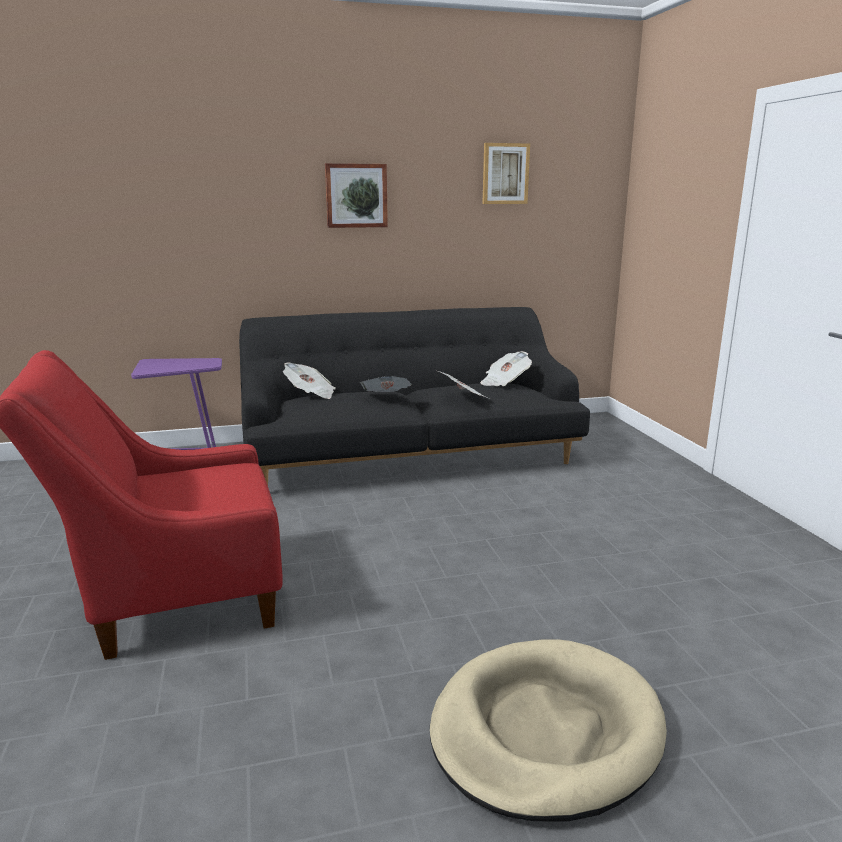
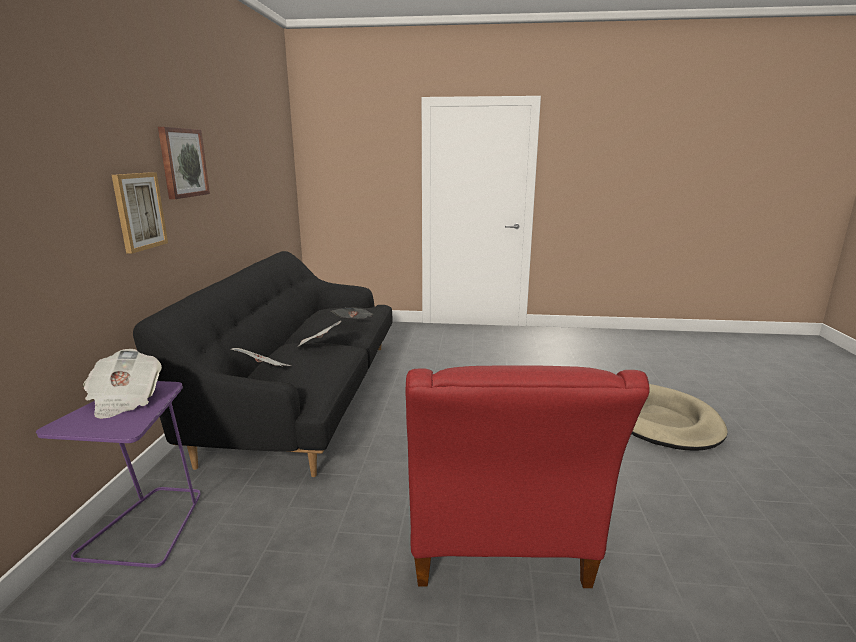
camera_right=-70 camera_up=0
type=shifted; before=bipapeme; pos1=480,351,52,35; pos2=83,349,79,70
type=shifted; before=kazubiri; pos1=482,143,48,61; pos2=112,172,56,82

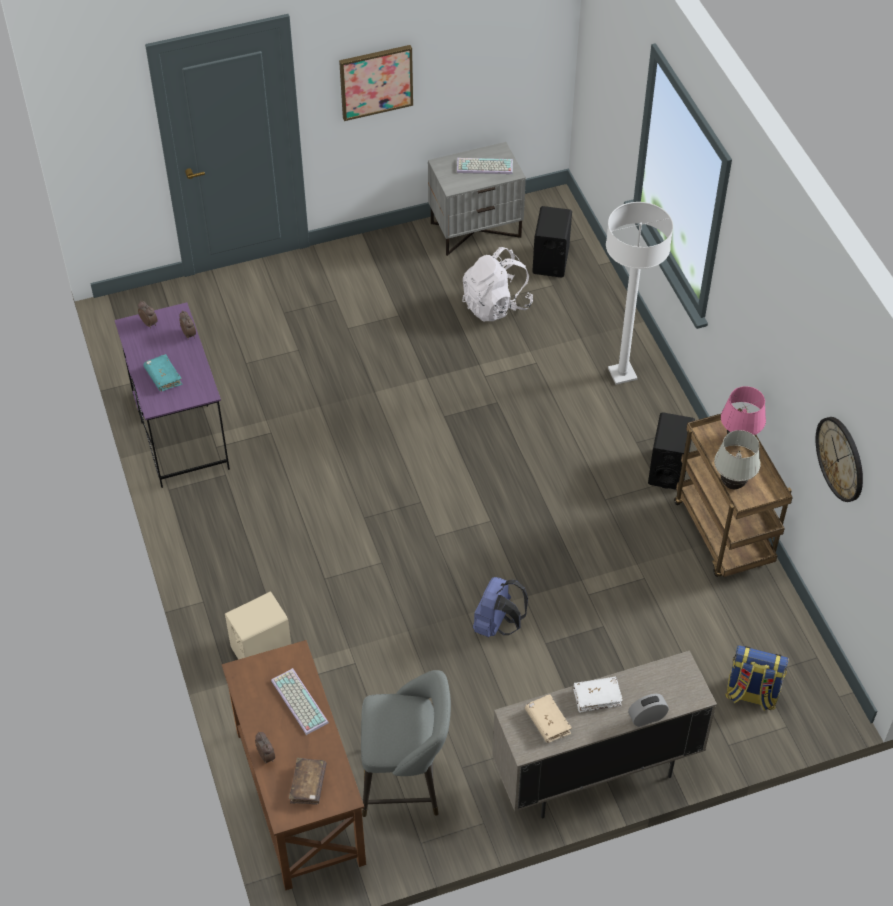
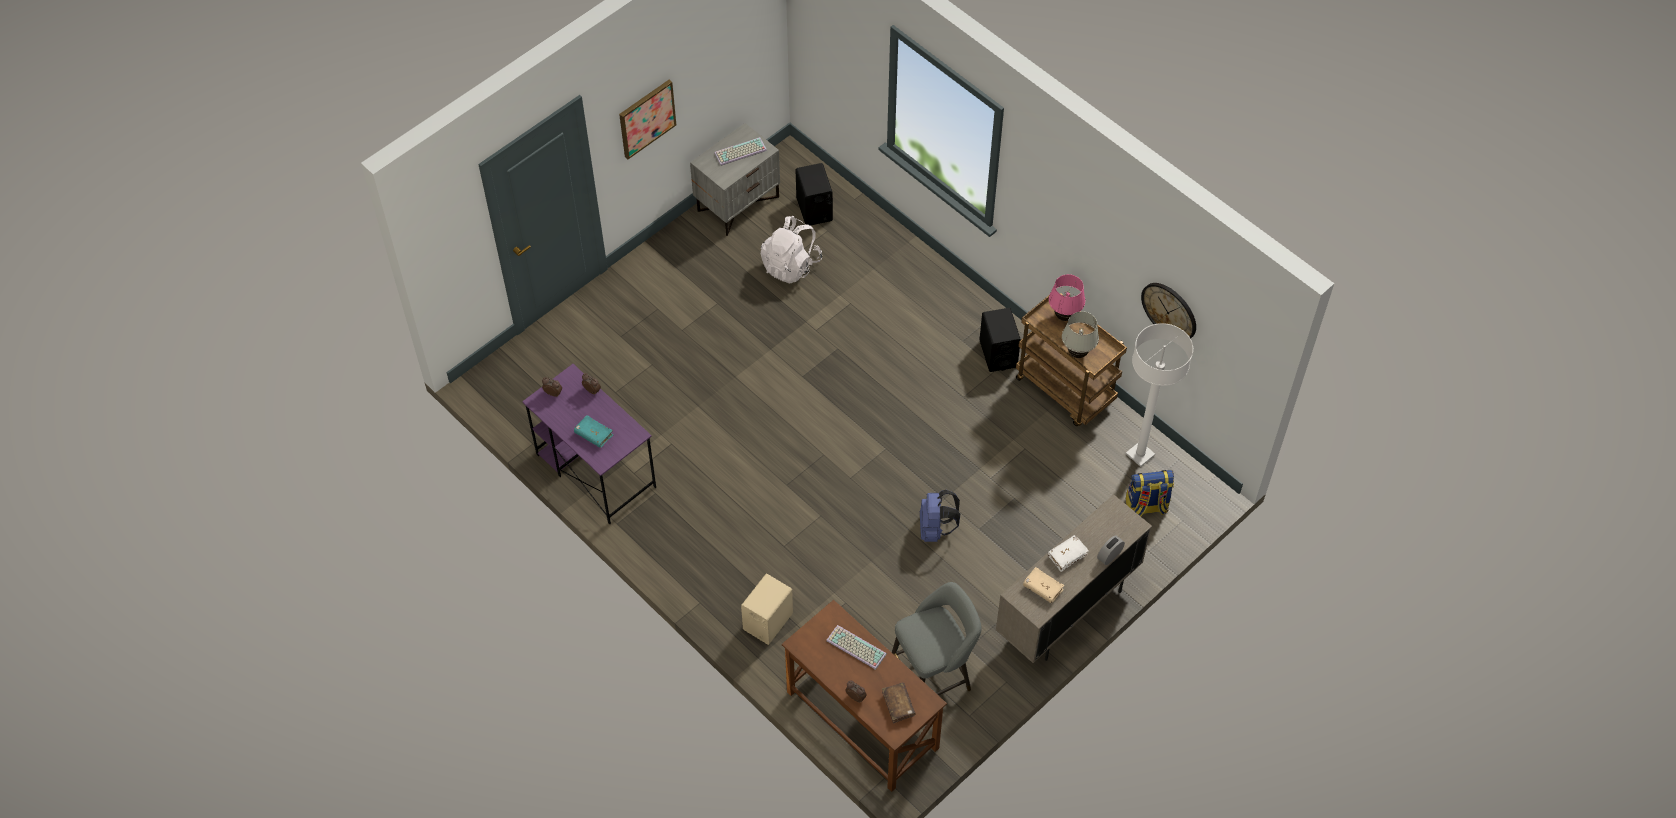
camera_right=-25 camera_up=5
type=shifted; before=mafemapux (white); pos1=606,202,67,183; pos2=1126,323,67,144

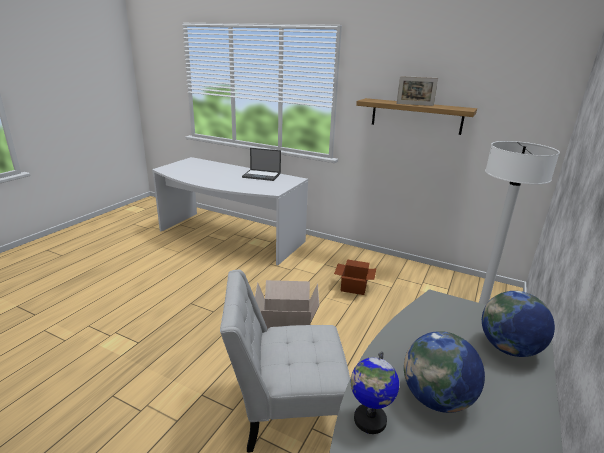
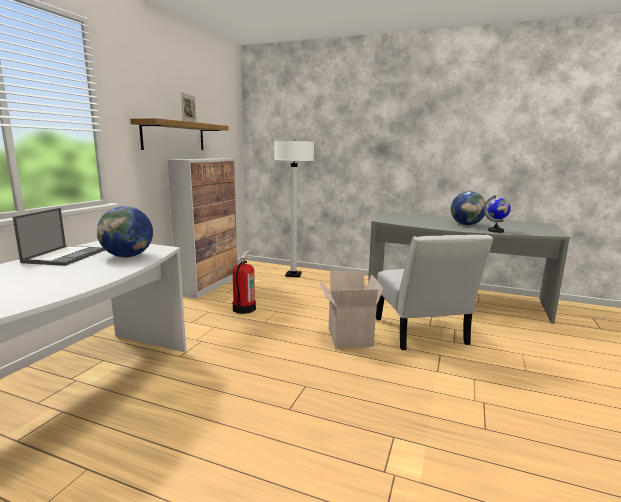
camera_right=-95 camera_up=-10
type=shifted; before=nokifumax; pos1=482,291,73,66; pos2=97,206,56,51
type=new; after=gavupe; pos2=167,158,71,141
type=swapped; before=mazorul; after=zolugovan; pos1=334,259,42,36; pos2=232,251,24,63

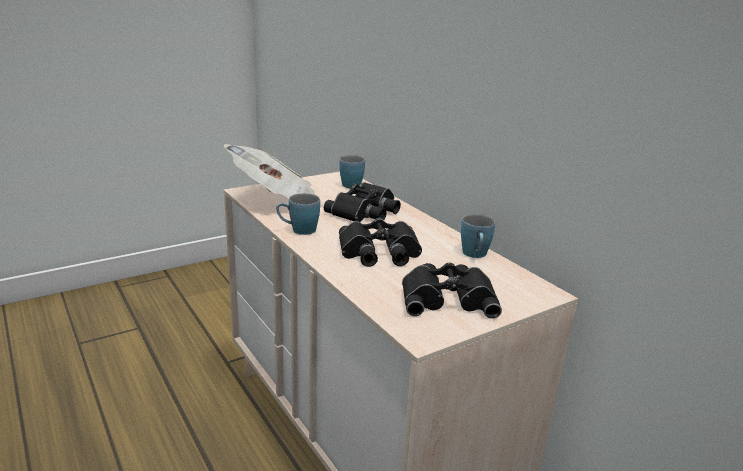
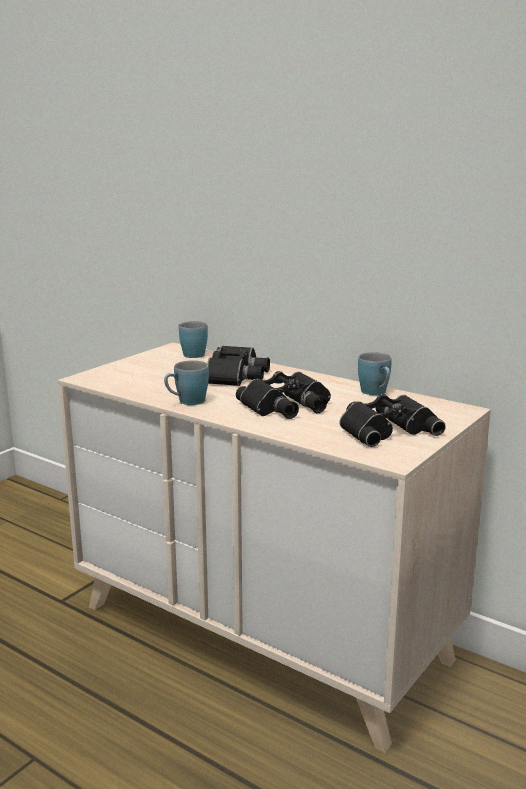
camera_right=-20 camera_up=-5
type=gone; before=bipapeme; pos1=224,144,99,62

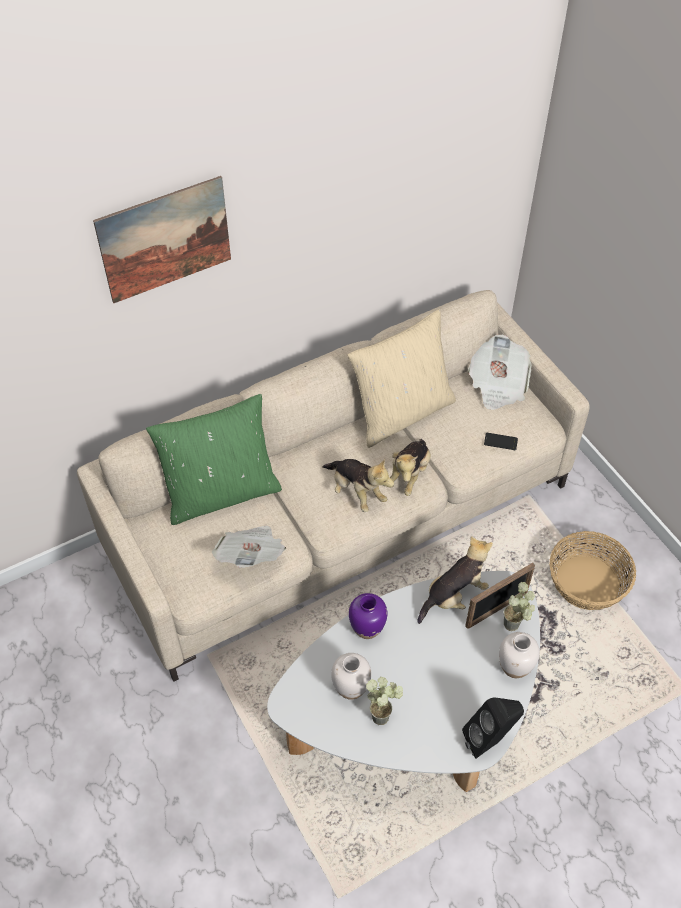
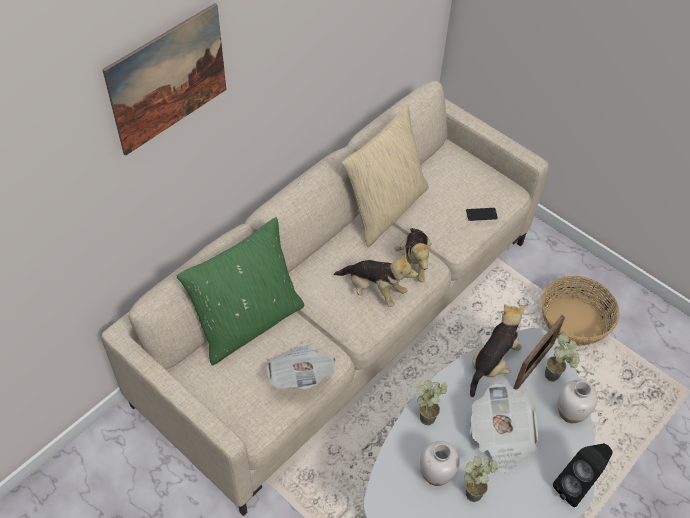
camera_right=-20 camera_up=0
type=swapped; before=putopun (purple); after=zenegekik; pos1=349,593,38,46; pos2=417,380,30,45
type=shifted; before=bipapeme; pos1=468,335,64,75; pos2=470,383,68,91

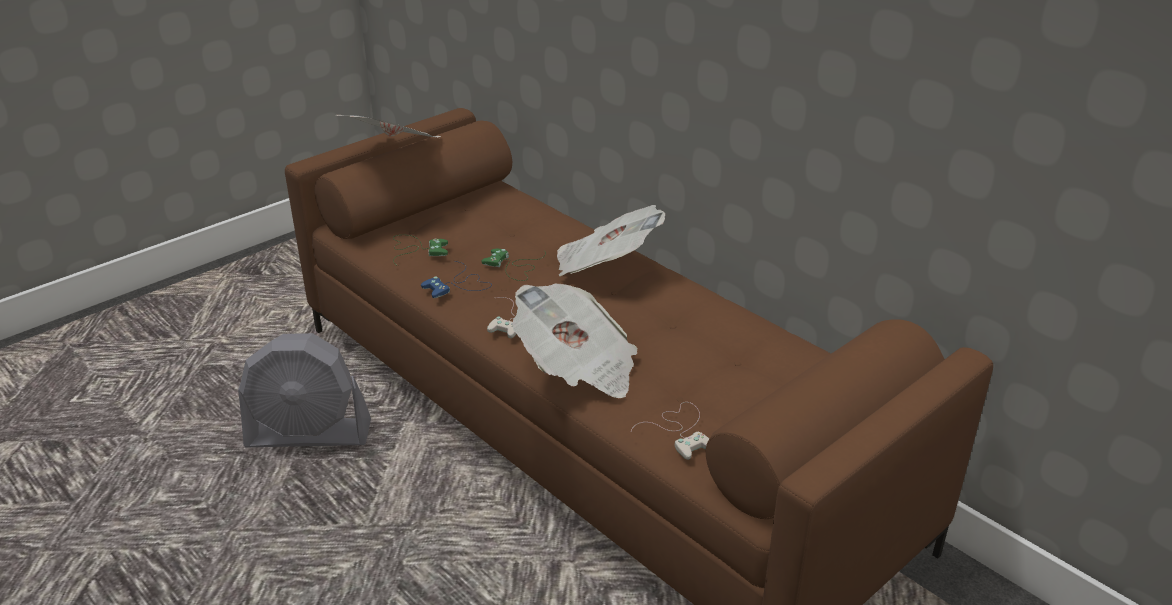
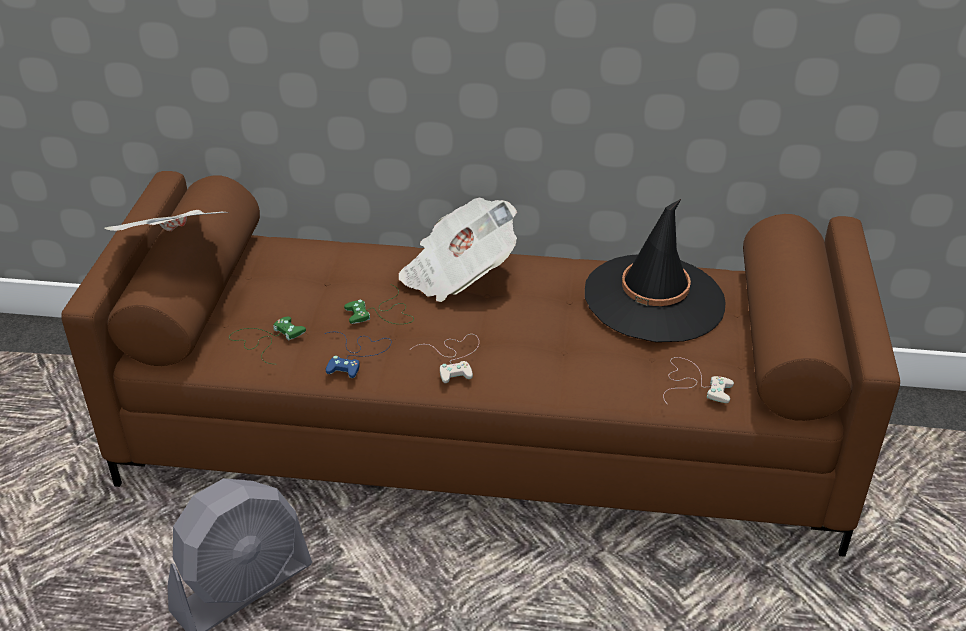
camera_right=-40 camera_up=5
type=new; after=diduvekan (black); pos2=585,199,141,143
type=gone; before=bipapeme; pos1=512,283,126,115

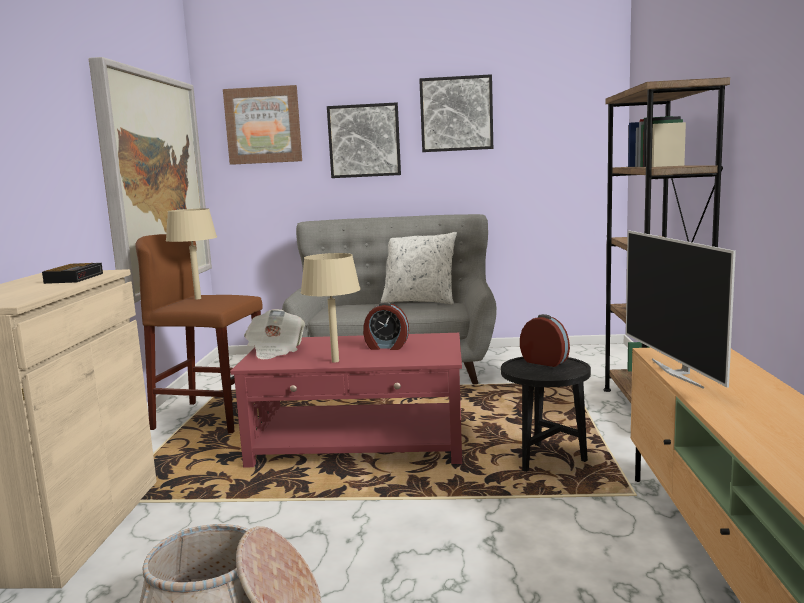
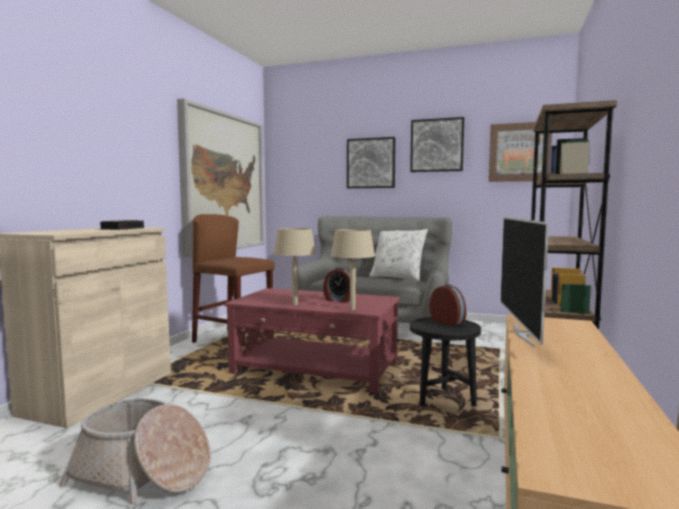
camera_right=15 camera_up=-5
type=shifted; before=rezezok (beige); pos1=166,208,51,91; pos2=331,229,44,81
type=shifted; before=kazubiri; pos1=223,85,79,80; pos2=489,122,63,60
type=gone; before=bipapeme; pos1=244,309,61,50

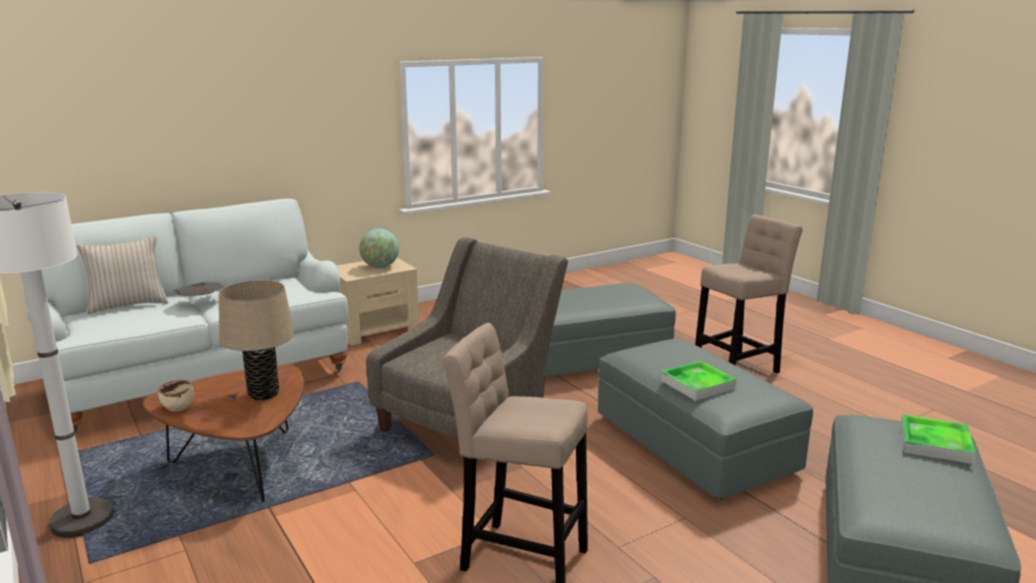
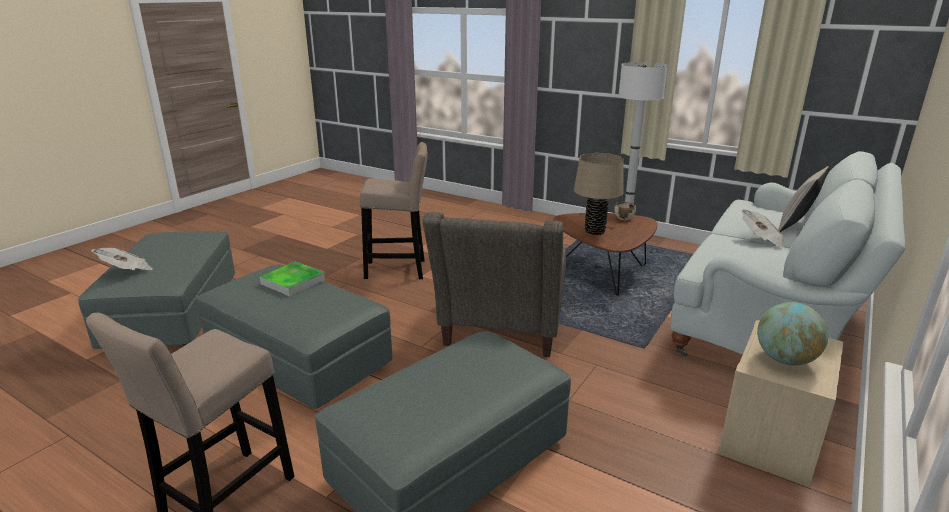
camera_right=155 camera_up=5
type=swapped; before=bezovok; after=bipapeme; pos1=900,414,76,50; pos2=92,248,61,22

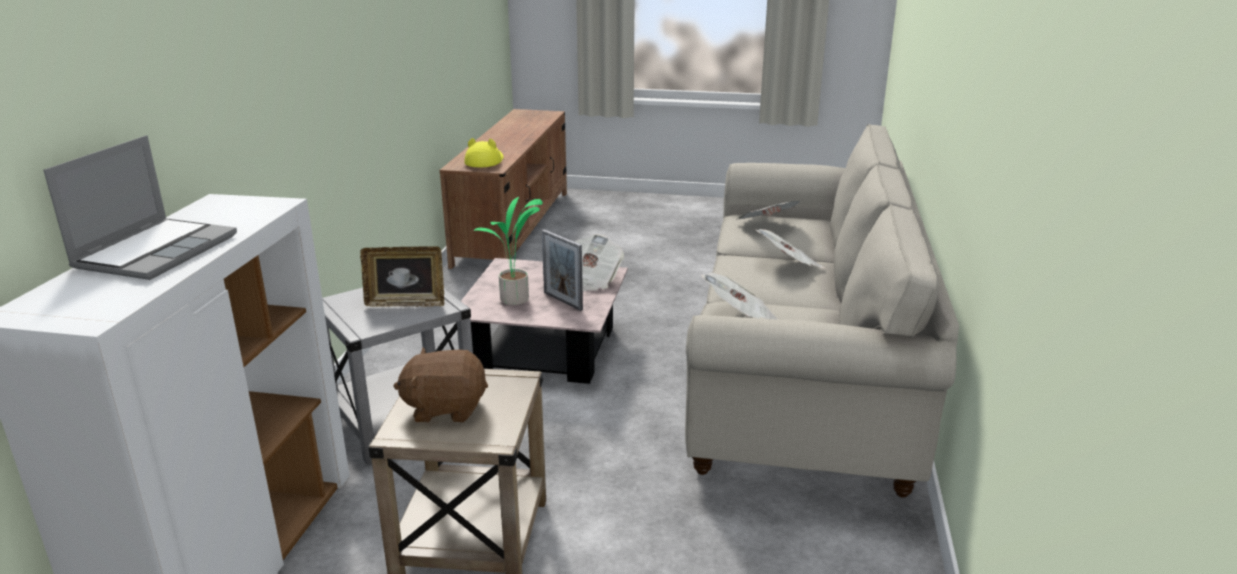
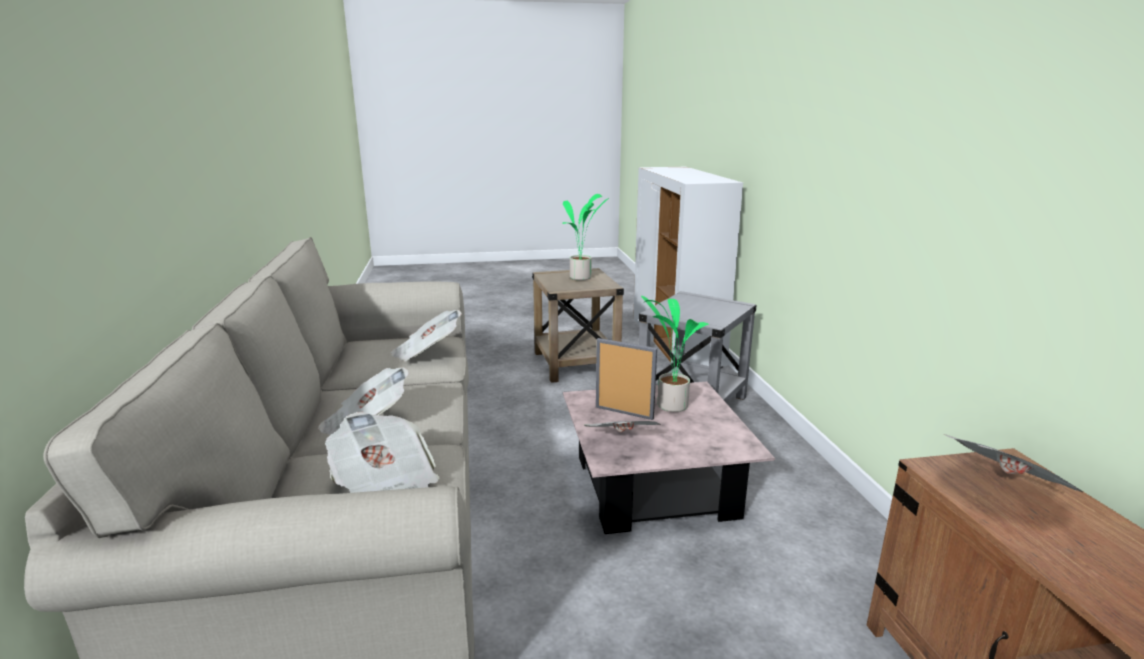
camera_right=160 camera_up=-5
type=swapped; before=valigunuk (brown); after=zenegekik; pos1=394,347,94,76; pos2=562,194,47,86
type=swapped; before=diduvekan (yellow); after=bipapeme; pos1=464,138,40,29; pos2=944,434,139,58
type=gone; before=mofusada; pos1=43,135,194,145
type=gone; before=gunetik; pos1=360,246,84,61

